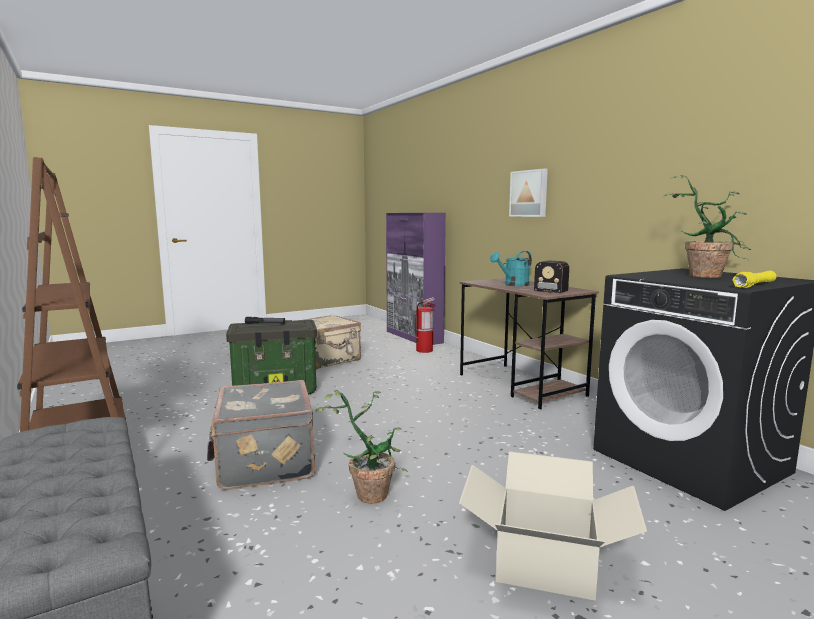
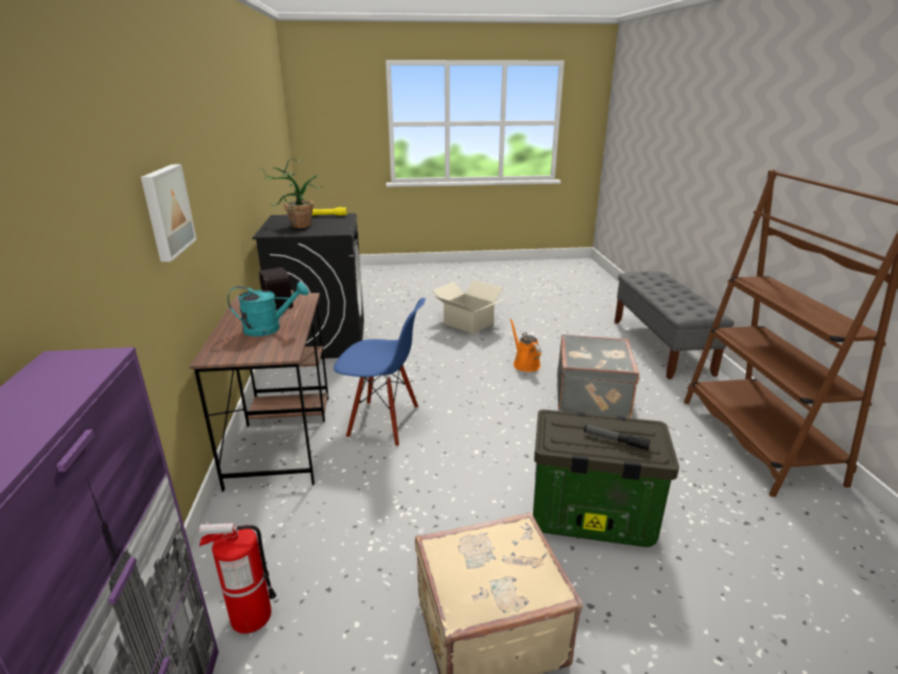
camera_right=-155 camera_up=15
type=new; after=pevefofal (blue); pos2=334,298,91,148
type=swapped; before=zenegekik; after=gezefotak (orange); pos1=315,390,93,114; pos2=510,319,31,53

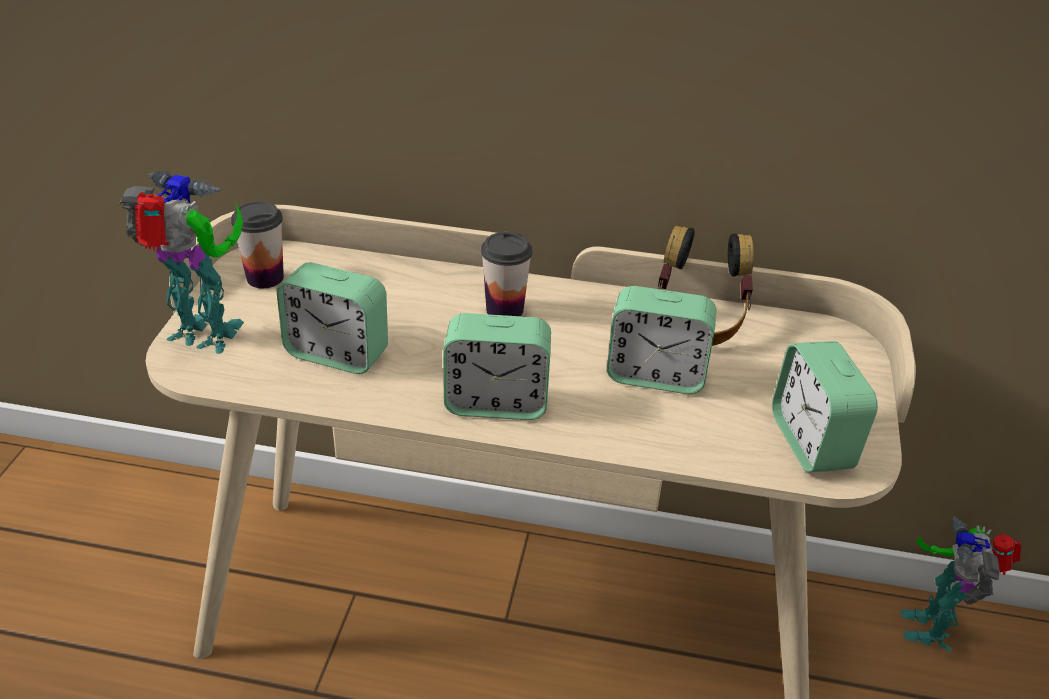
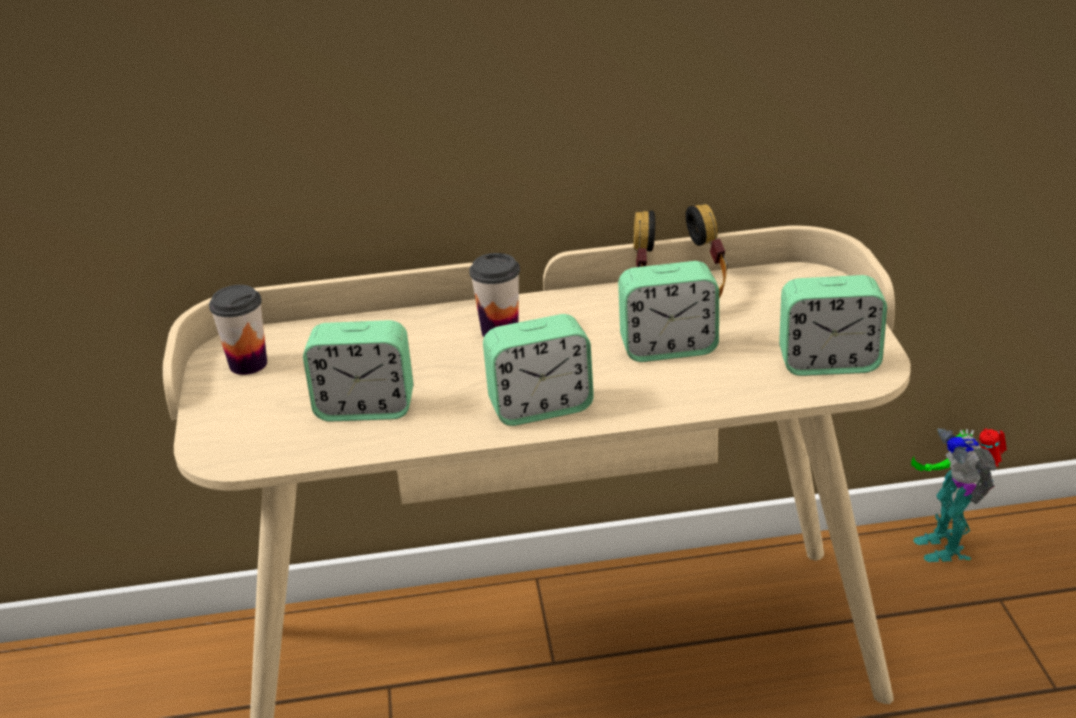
camera_right=-15 camera_up=-5
type=rotated; before=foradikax; pos1=772,341,106,131; pos2=779,275,108,101; turn=-60
type=gone; before=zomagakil; pos1=119,170,125,184

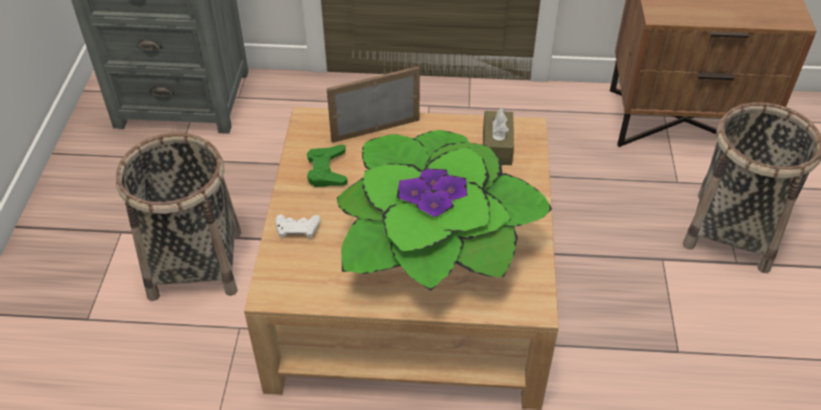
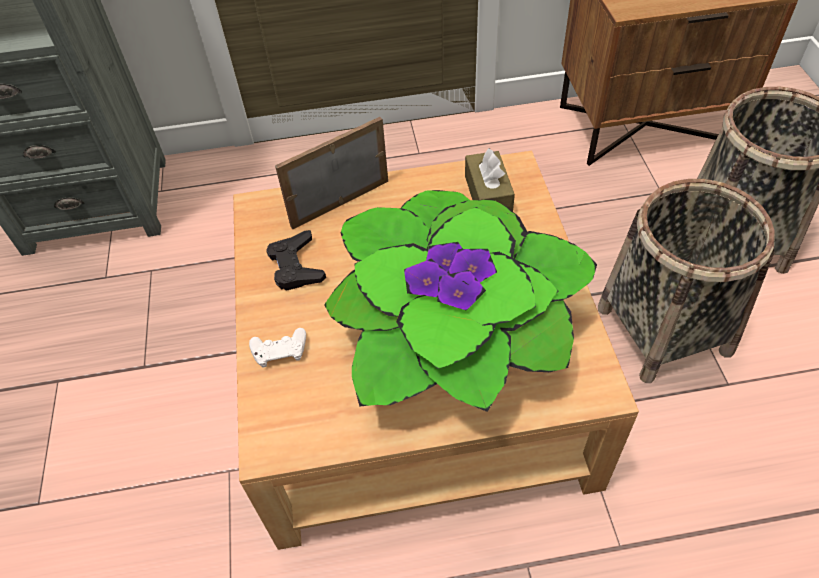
camera_right=-10 camera_up=5
type=repainted; before=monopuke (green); after=monopuke (black); pos1=307,145,41,42; pos2=266,230,60,61
type=shifted; before=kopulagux; pos1=116,133,125,168; pos2=598,179,177,204

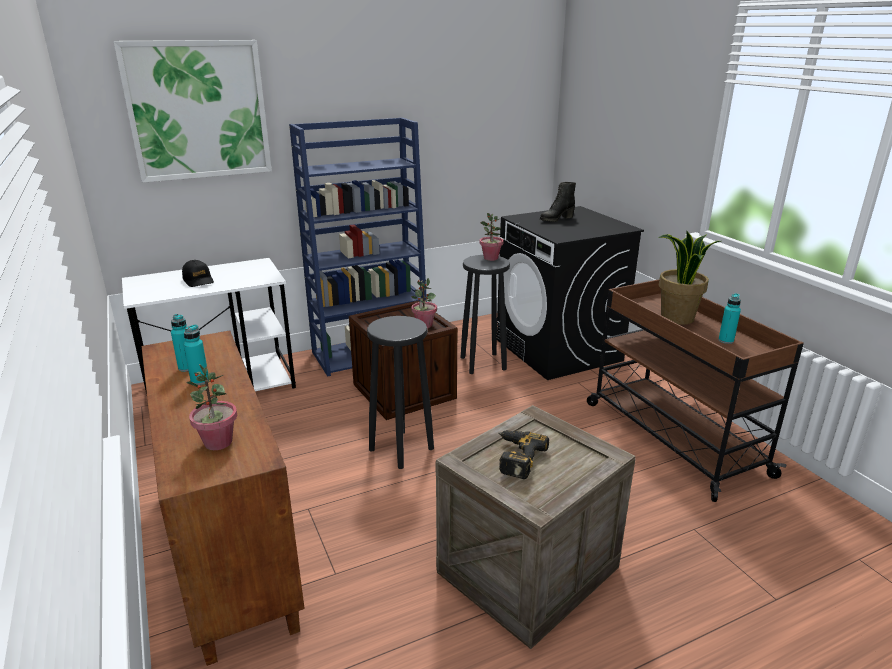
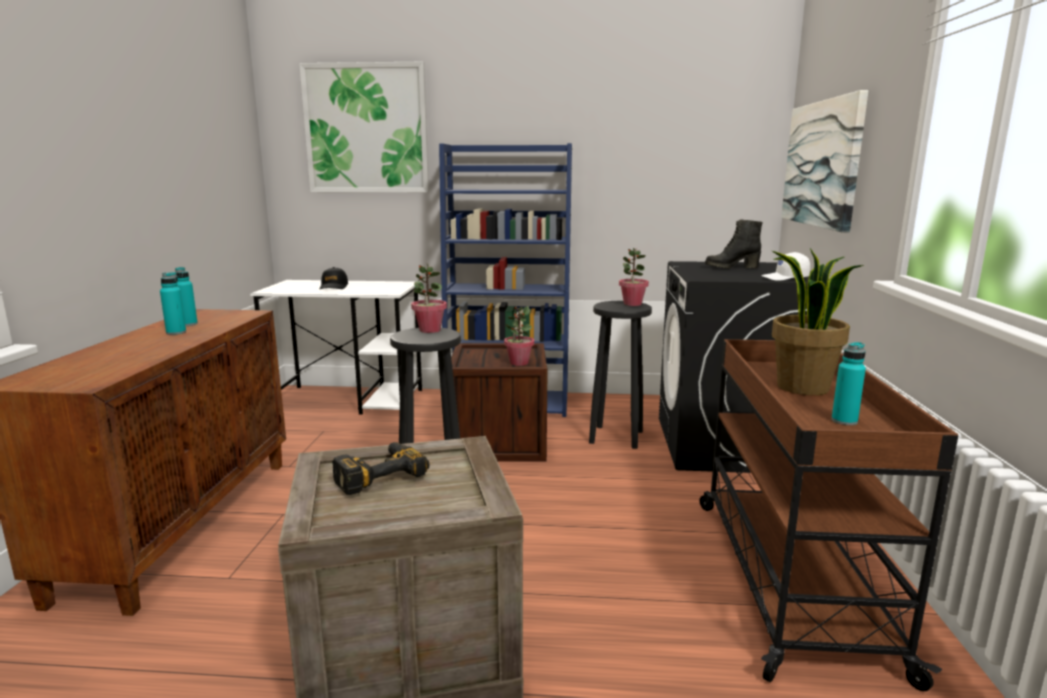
camera_right=30 camera_up=-10
type=shifted; before=zenegekik; pos1=187,364,50,86; pos2=411,264,36,69
type=new; after=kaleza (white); pos2=761,252,49,29
type=new; after=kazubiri; pos2=781,90,88,142

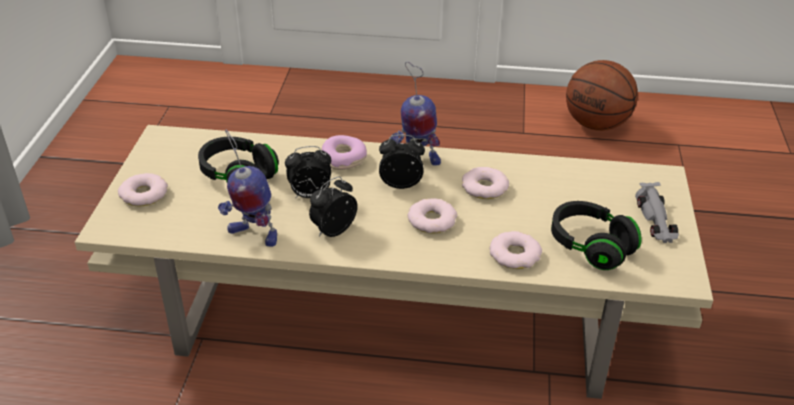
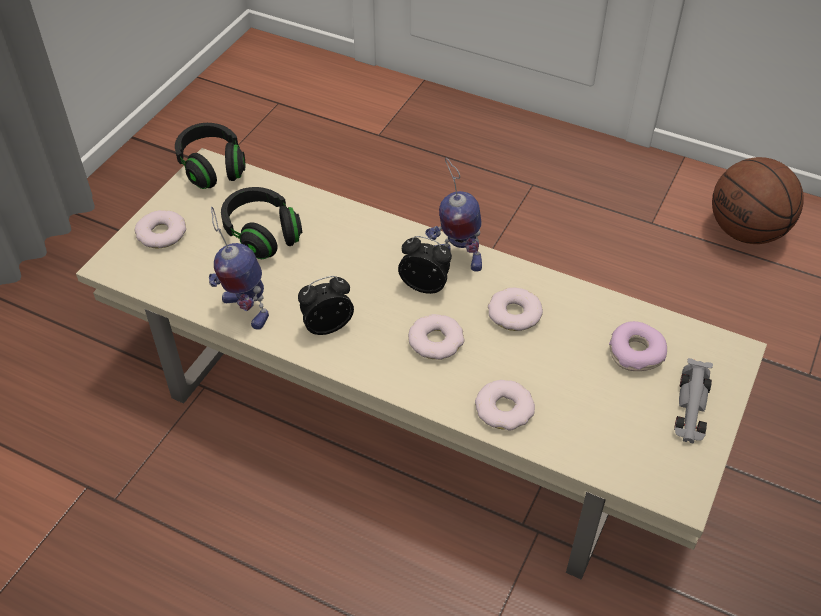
camera_right=20 camera_up=10
type=shifted; before=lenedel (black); pos1=551,201,91,69; pos2=175,123,70,66
type=shifted; before=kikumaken; pos1=321,135,46,35; pos2=609,321,58,50
type=gone; before=foradikax; pos1=285,146,46,52

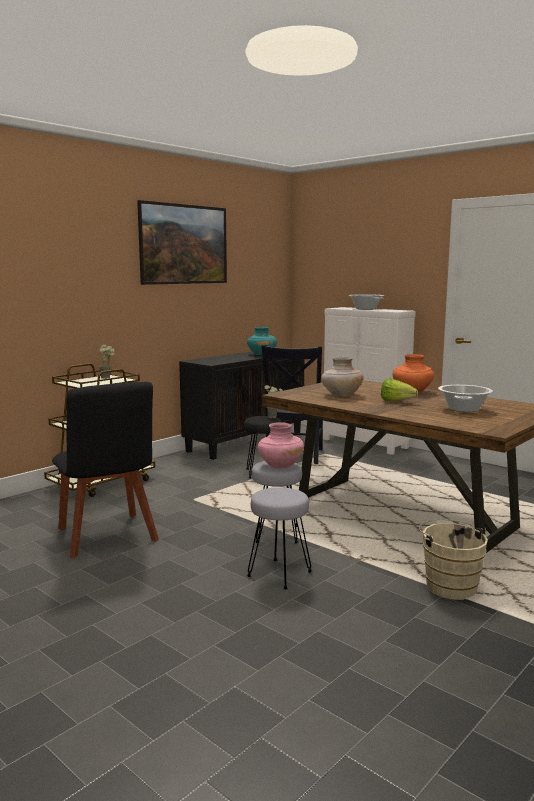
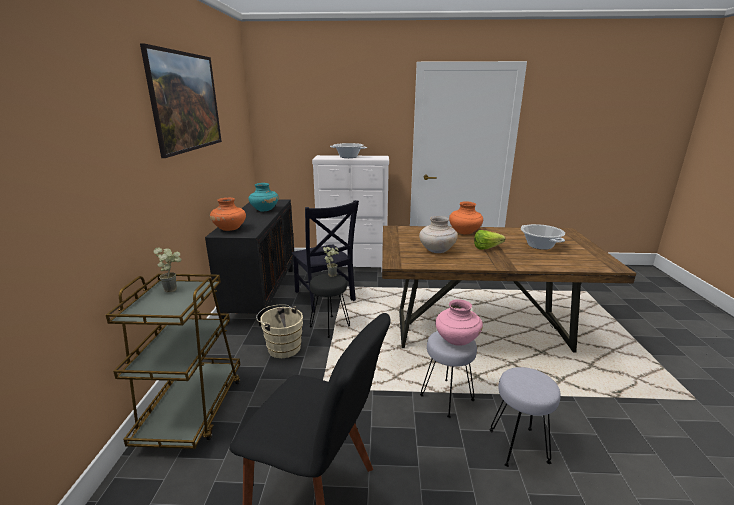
camera_right=-40 camera_up=10
type=new; after=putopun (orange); pos2=210,198,36,33
type=shifted; before=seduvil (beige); pos1=419,519,69,81; pos2=256,304,47,54

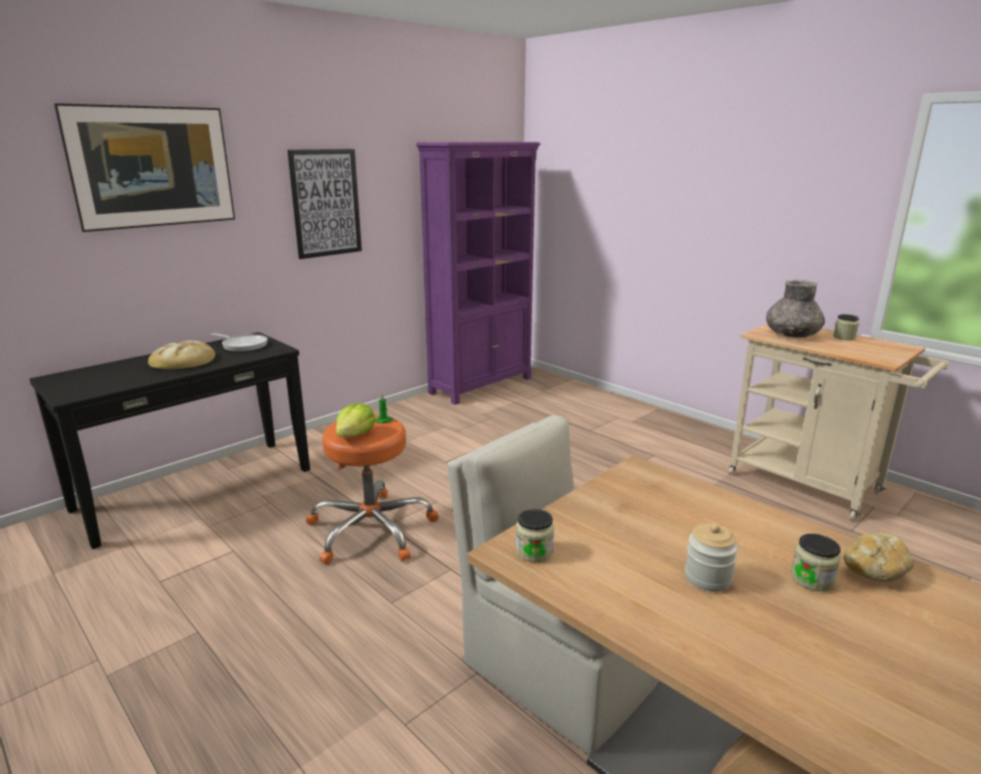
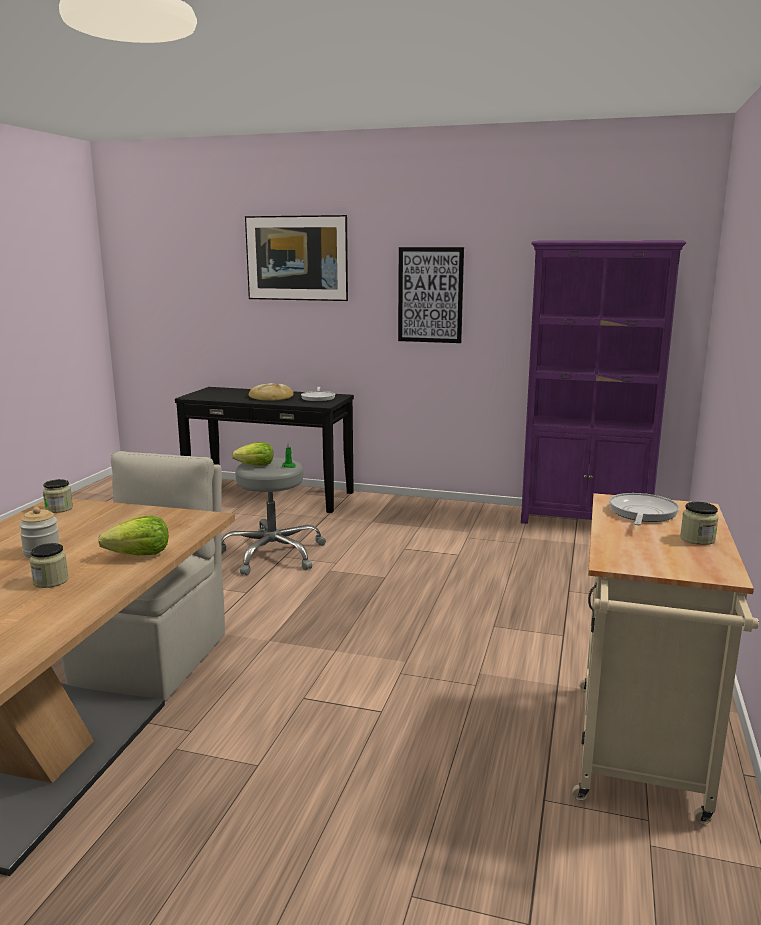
camera_right=60 camera_up=-5
type=new; after=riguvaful; pos2=98,516,70,39
type=repainted; before=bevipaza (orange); after=bevipaza (grey); pos1=306,415,133,149; pos2=221,458,105,117
type=swapped; before=putopun (grey); after=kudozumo; pos1=766,280,59,58; pos2=609,493,70,32
type=gone; before=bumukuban; pos1=843,532,71,49

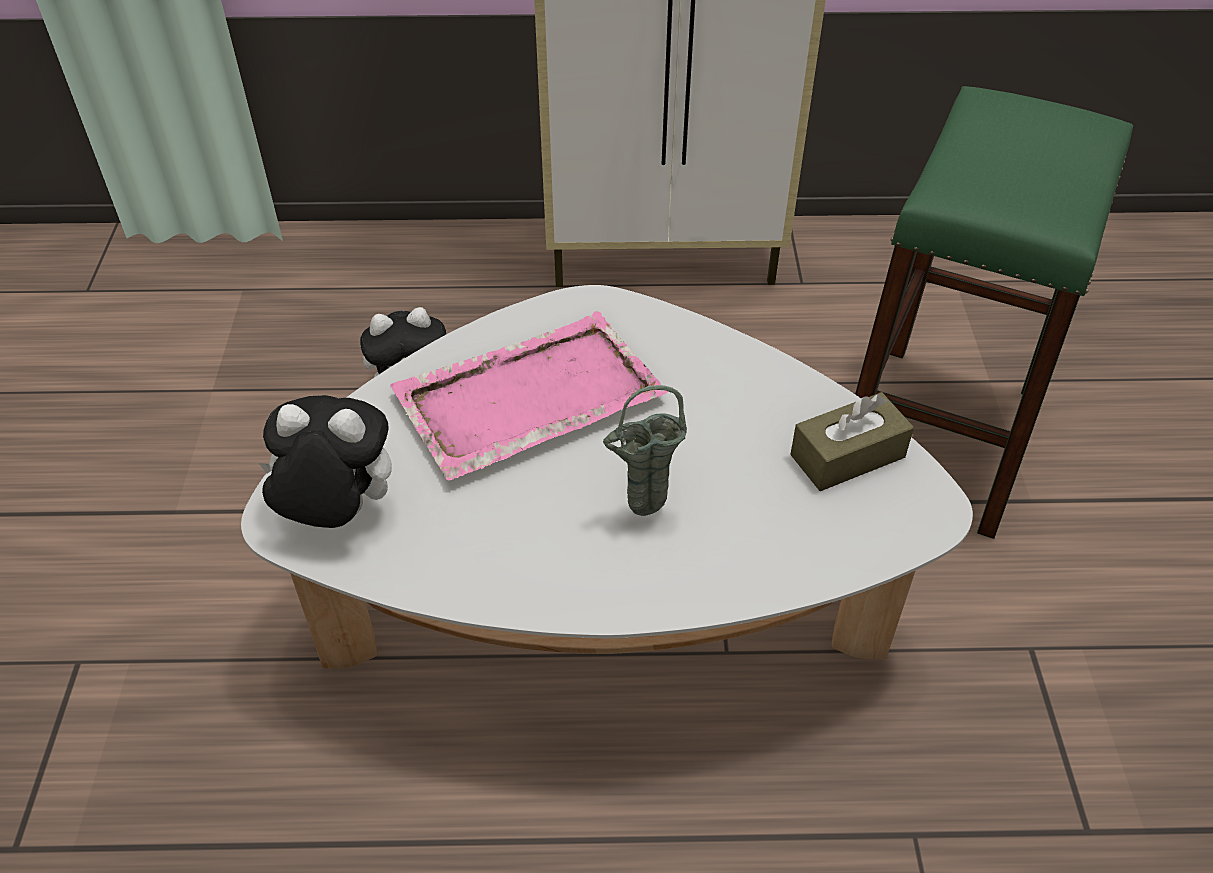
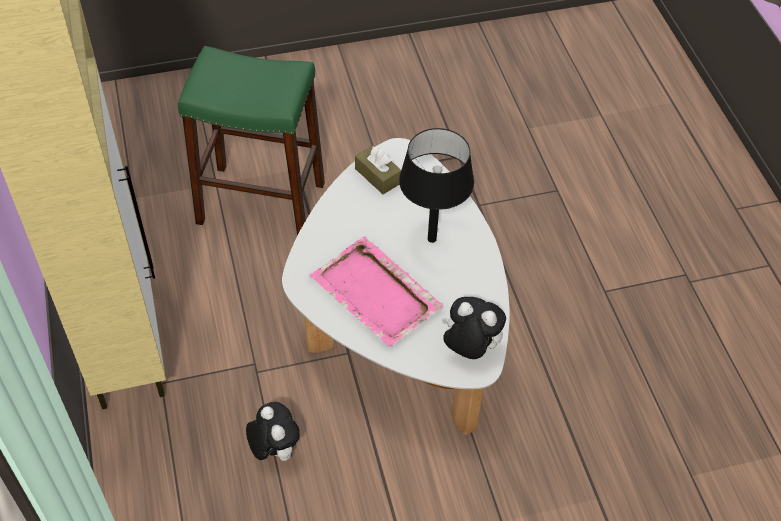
camera_right=-105 camera_up=5
type=swapped; before=putopun (green); after=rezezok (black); pos1=603,385,84,131; pos2=399,128,75,115
type=rotated; before=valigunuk; pos1=258,395,134,133; pos2=442,297,64,62; turn=120

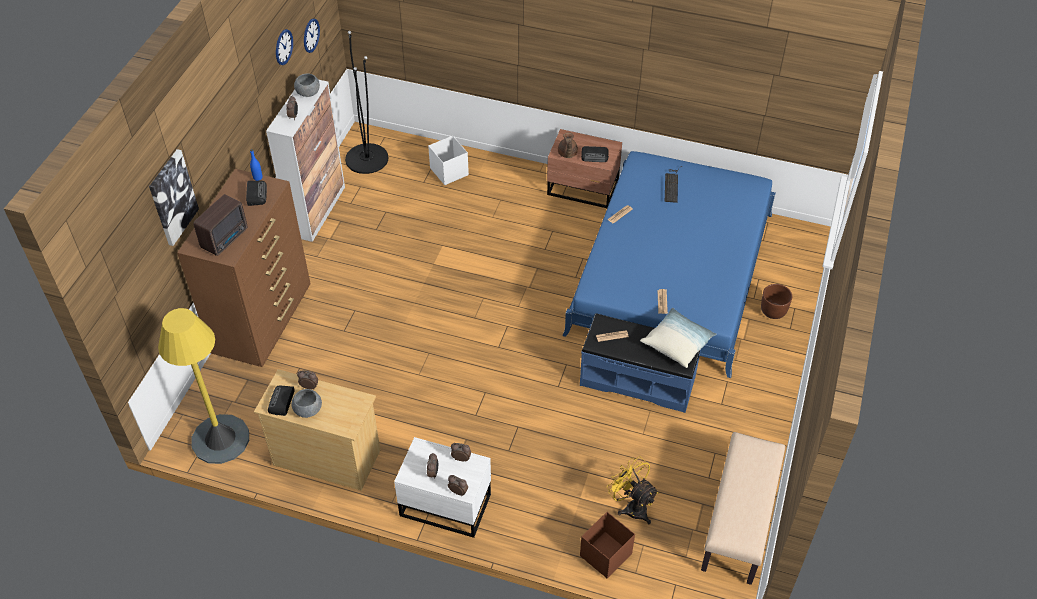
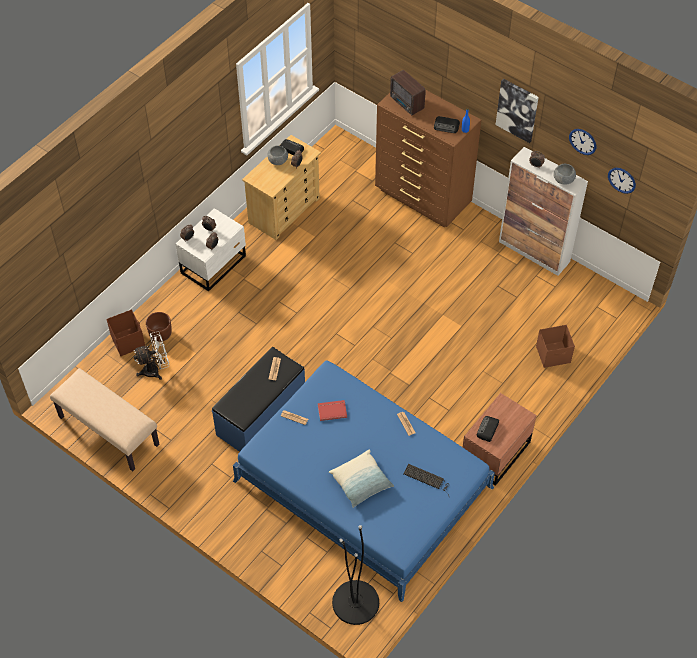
camera_right=110 camera_up=5
type=repainted; before=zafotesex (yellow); after=zafotesex (white); pos1=607,456,52,68; pos2=133,331,36,49
type=shifted; before=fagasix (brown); pos1=761,284,31,35; pos2=146,312,26,30
type=new; after=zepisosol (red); pos2=318,400,29,21
type=shifted; before=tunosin; pos1=640,308,76,60; pos2=329,449,65,59
type=shifted; before=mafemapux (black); pos1=345,31,44,143; pos2=332,525,47,100
type=shifted; before=kazubiri; pos1=149,149,50,97; pos2=496,79,43,64
type=repainted; before=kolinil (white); after=kolinil (brown); pos1=428,136,41,49; pos2=536,325,39,43
type=gone; before=mafemapux (yellow); pos1=158,308,91,156
type=gone; before=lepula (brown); pos1=558,132,20,26

